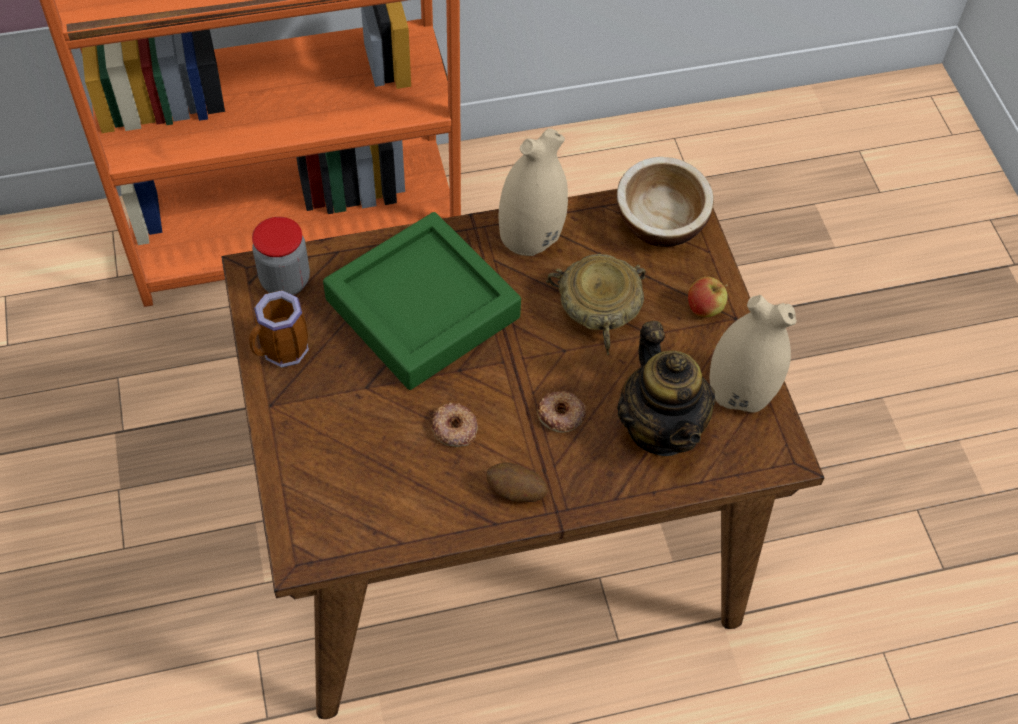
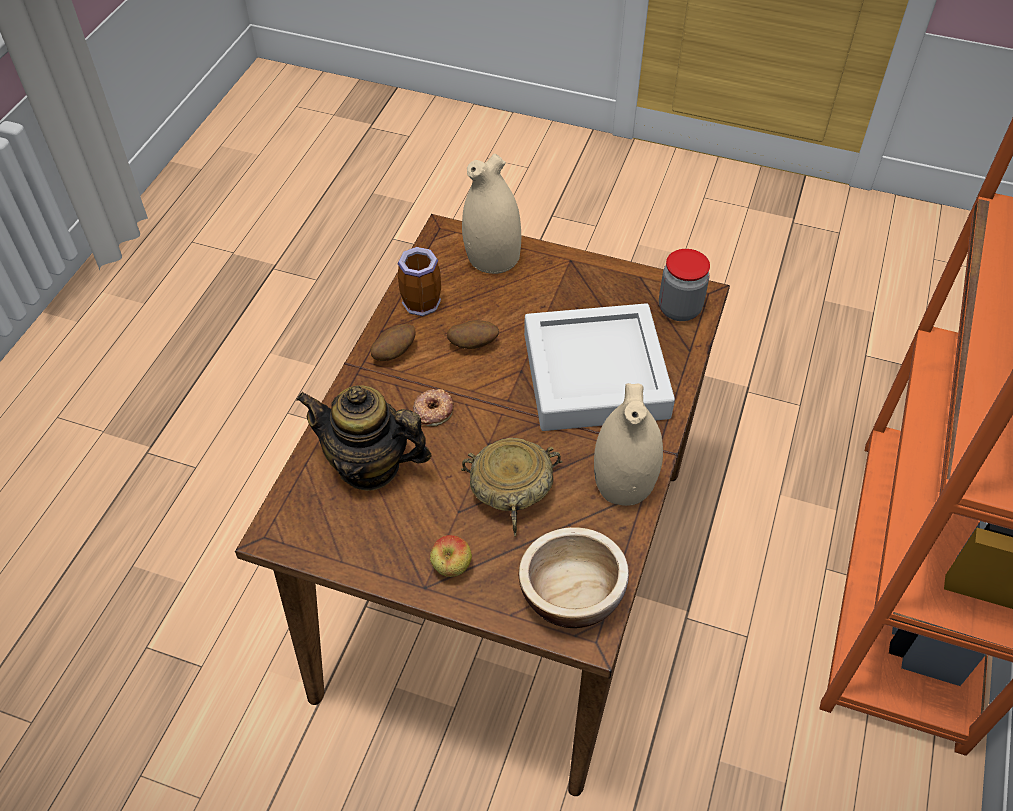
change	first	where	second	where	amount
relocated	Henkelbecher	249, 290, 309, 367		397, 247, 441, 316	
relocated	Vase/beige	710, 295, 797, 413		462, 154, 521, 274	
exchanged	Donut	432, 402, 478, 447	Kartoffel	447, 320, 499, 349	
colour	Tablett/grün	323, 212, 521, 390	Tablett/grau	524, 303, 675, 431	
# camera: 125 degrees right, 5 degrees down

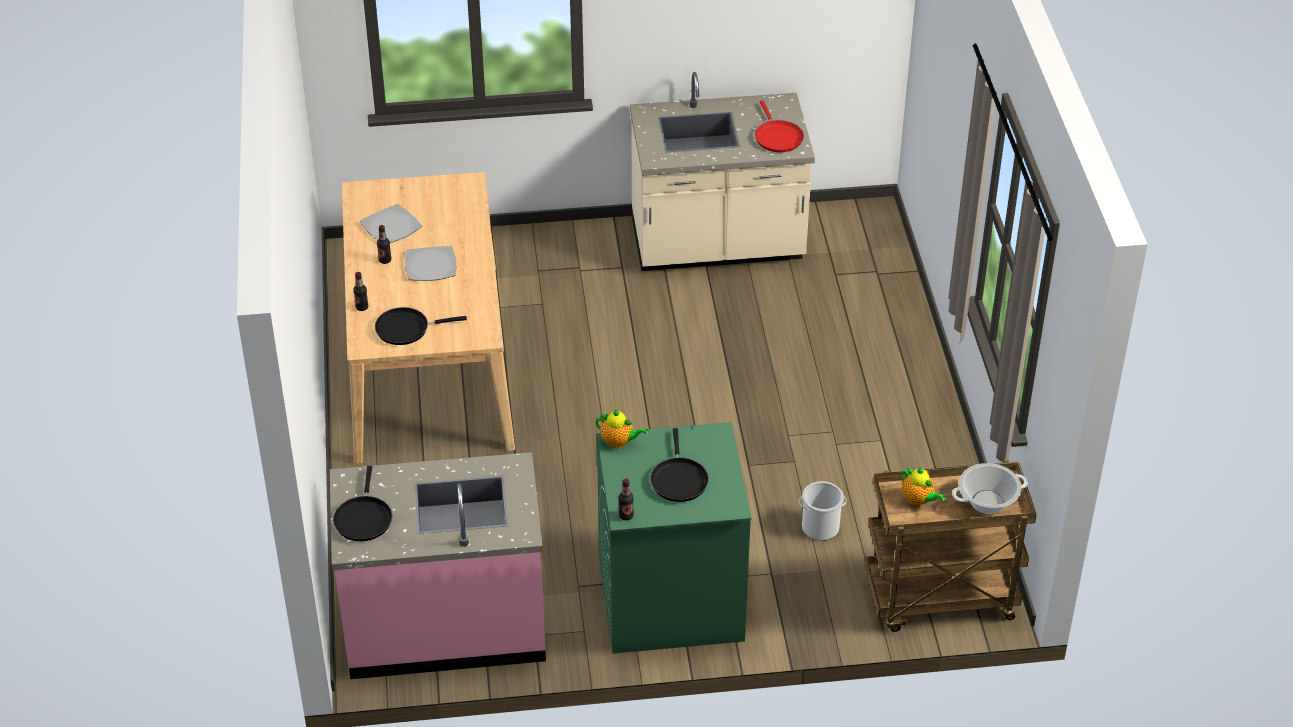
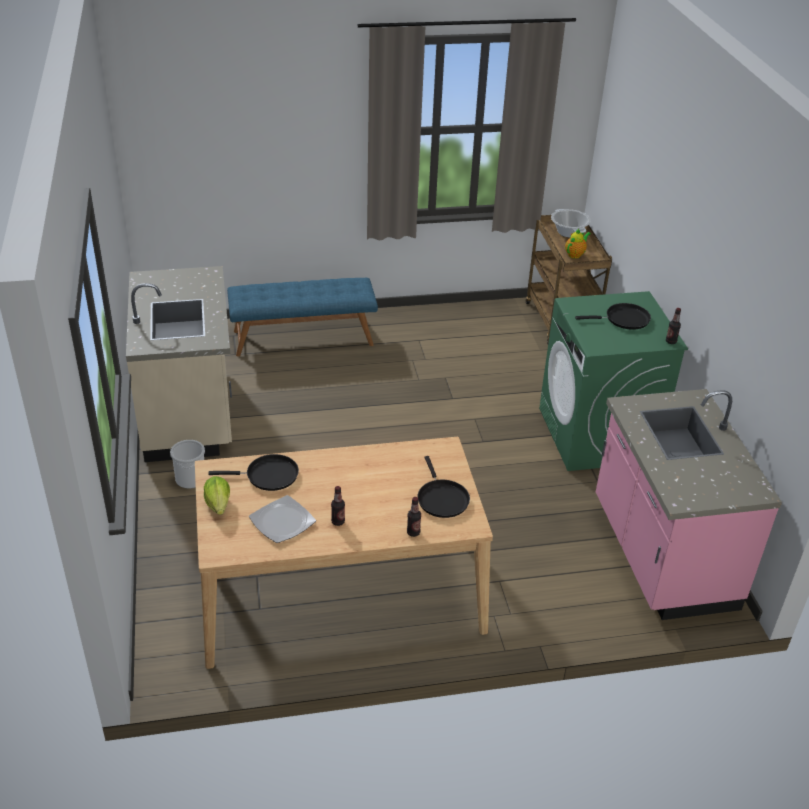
change	first	where	second	where	amount
missing	Teller	405, 246, 456, 281			
missing	Teekanne	595, 409, 648, 448			
missing	Pfanne/rot	755, 100, 804, 152			
appeared			Salatkopf	204, 476, 230, 515	
appeared			Bank/blau	227, 278, 378, 357	
relocated	Pfanne/schwarz	333, 466, 392, 541		208, 454, 299, 491	
relocated	Eimer	799, 481, 846, 541		170, 440, 205, 489	
# camera: 95 degrees left, 5 degrees down

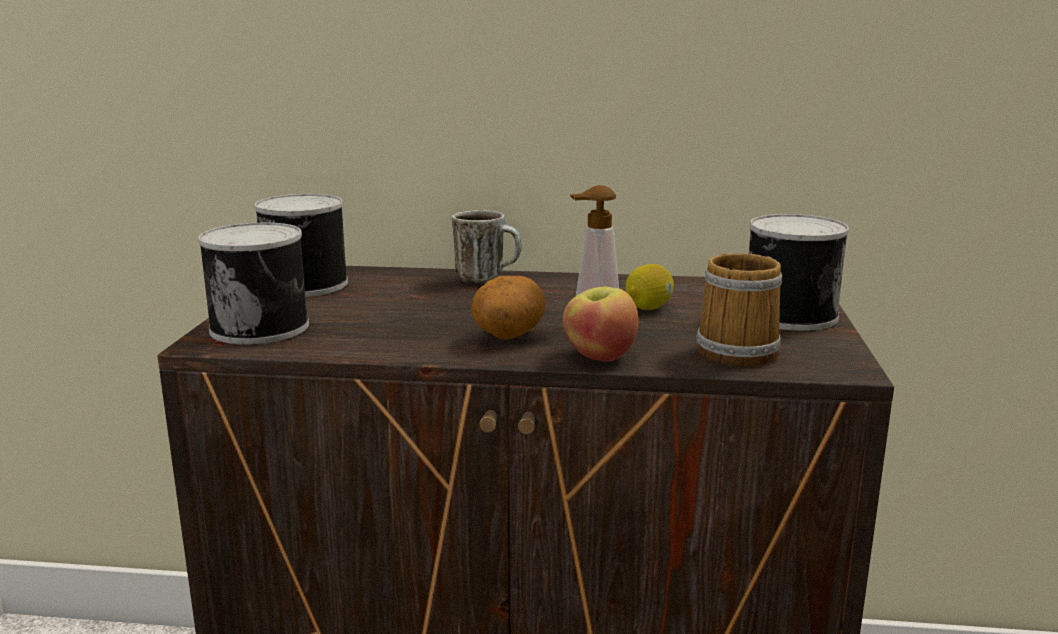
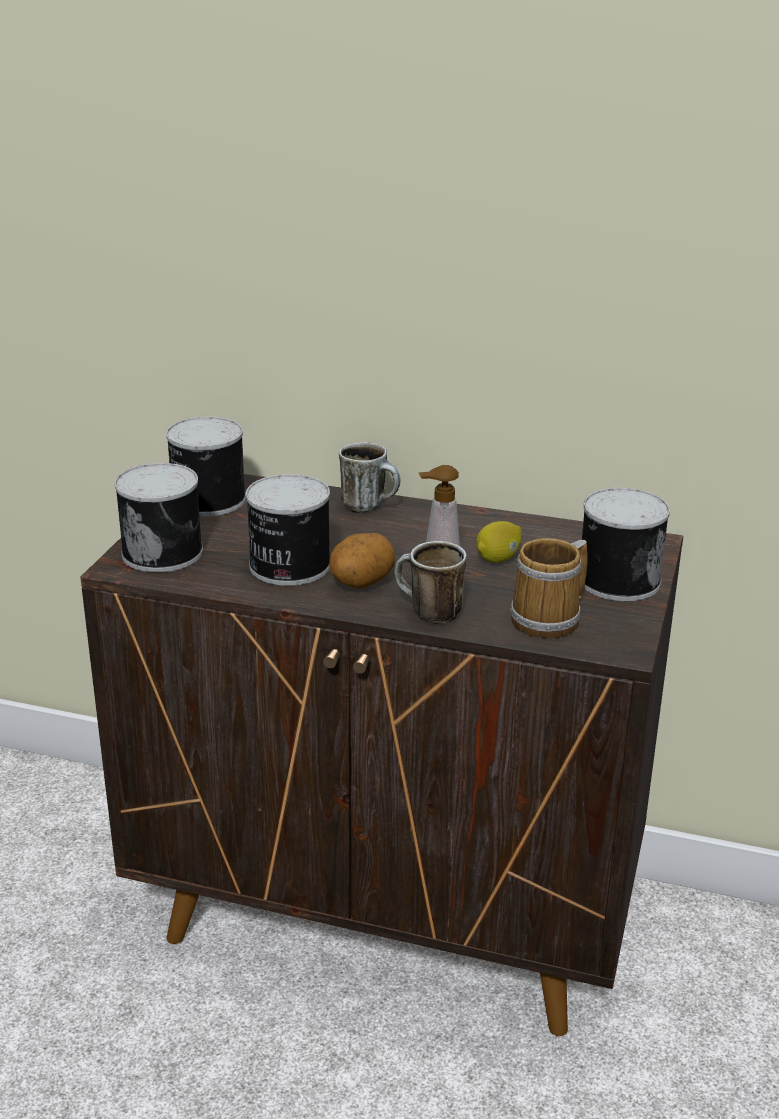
change	first	where	second	where	amount
appeared			Dose	246, 474, 330, 586	
exchanged	Apfel	563, 286, 639, 362	Henkelbecher	394, 541, 467, 624	
# camera: 10 degrees right, 10 degrees up

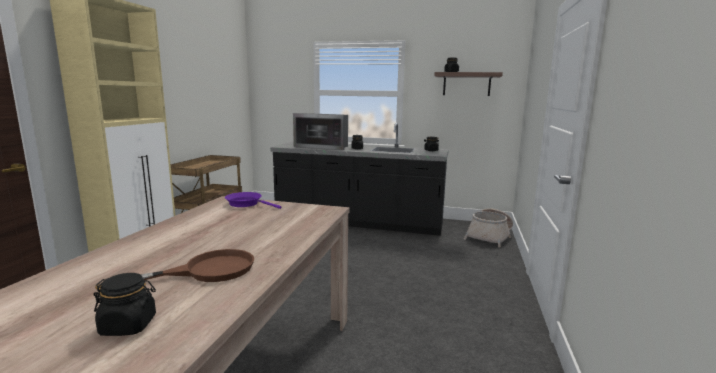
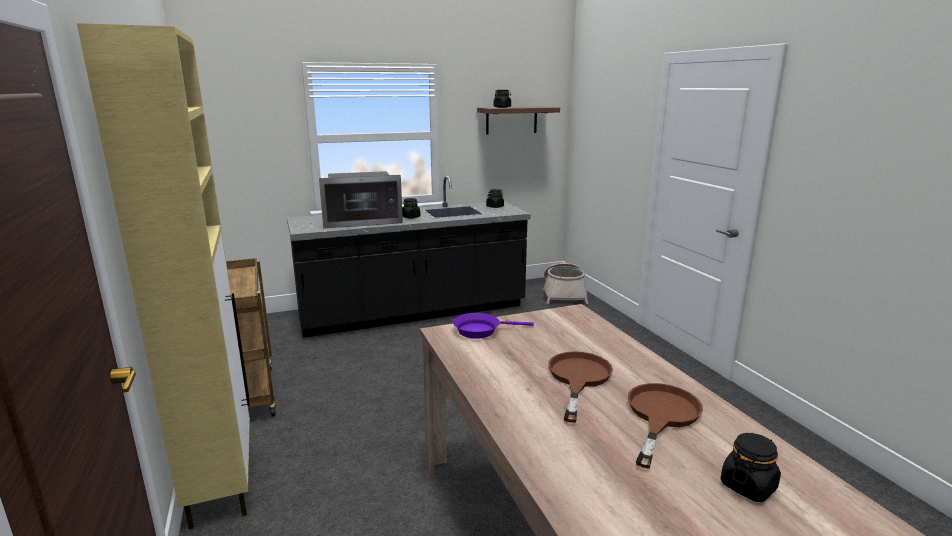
change	first	where	second	where	amount
appeared			Pfanne/braun	548, 351, 613, 423	
# camera: 35 degrees left, 5 degrees up

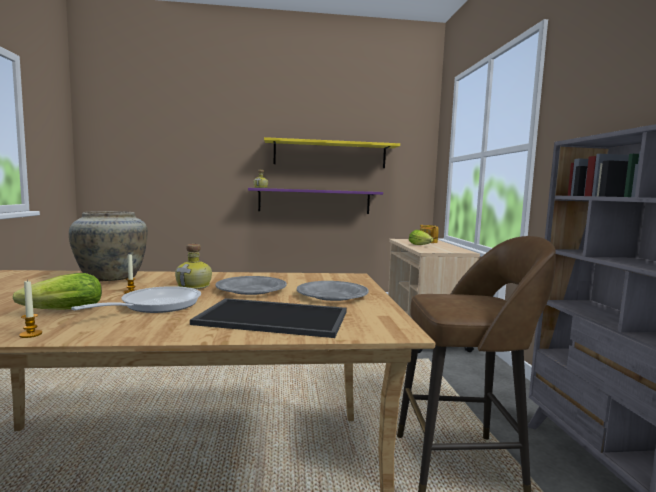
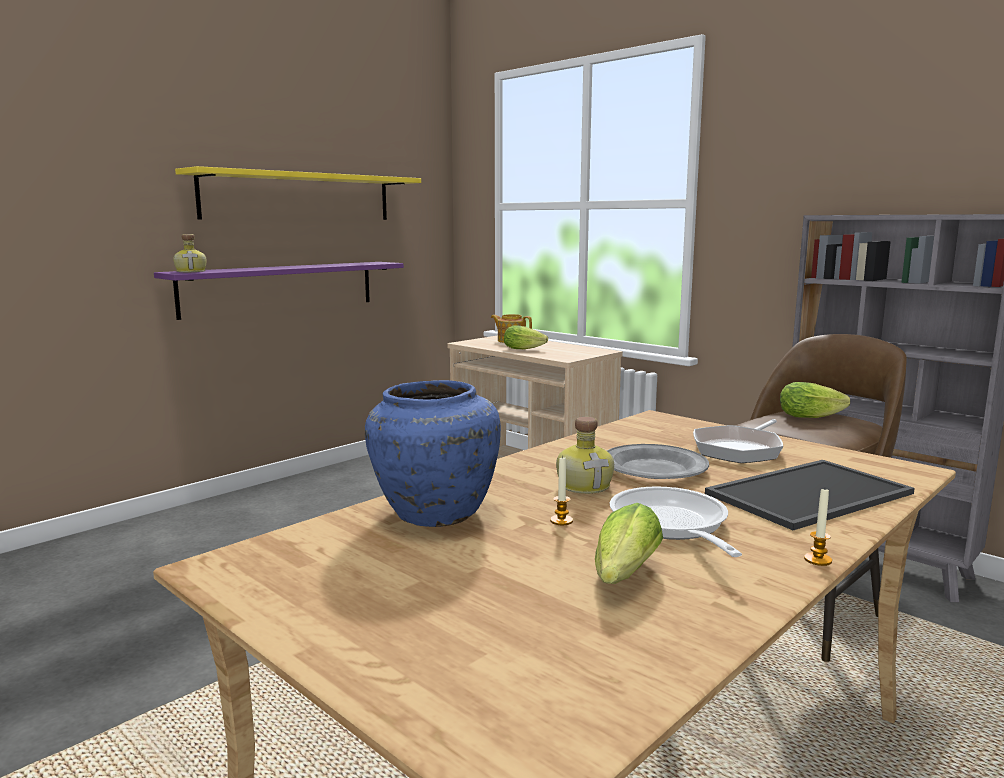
change	first	where	second	where	amount
appeared			Salatkopf	780, 382, 850, 418	
relocated	Kerze	19, 280, 42, 338		804, 489, 832, 566	
exchanged	Teller/grau	297, 281, 369, 301	Pfanne	693, 419, 783, 463	
colour	Vase/beige	69, 211, 148, 282	Vase/blau	365, 380, 501, 527	
# camera: 40 degrees left, 5 degrees up

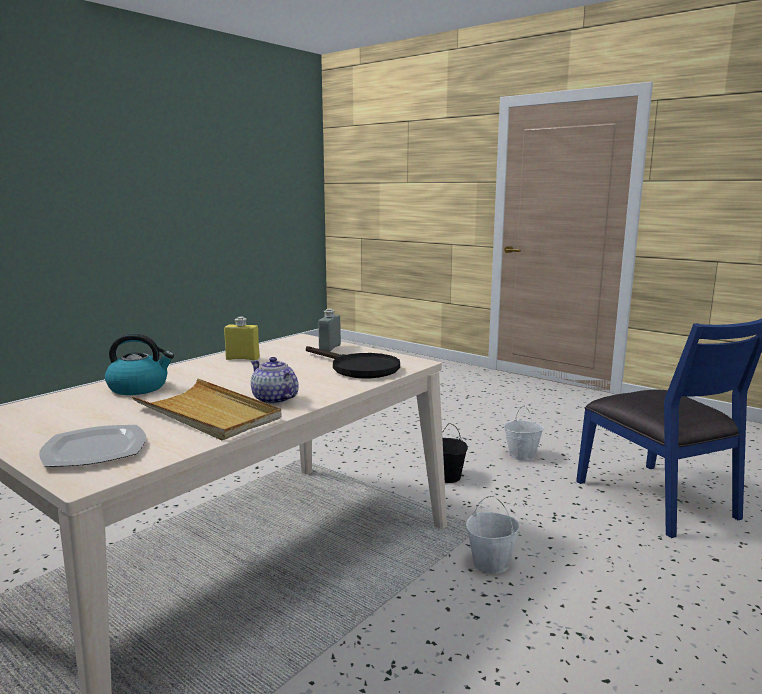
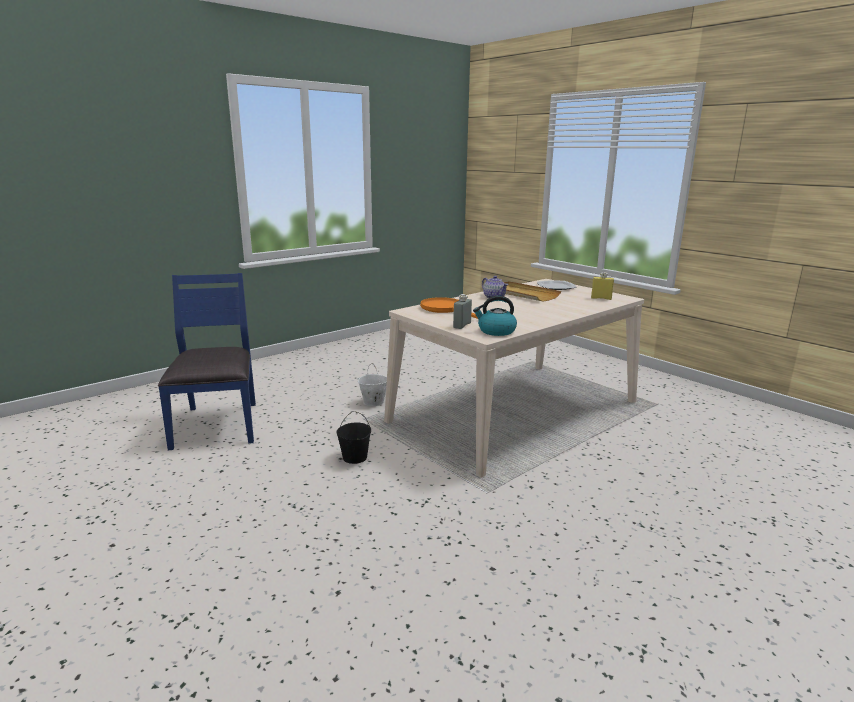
change	first	where	second	where	amount
missing	Eimer/weiß	504, 406, 544, 461			
relocated	Wasserkessel	105, 334, 174, 395		473, 296, 517, 336	
relocated	Flasche/gelb	224, 317, 260, 360		591, 272, 614, 300	
colour	Pfanne/schwarz	306, 346, 400, 378	Pfanne/orange	420, 297, 478, 319	
# camera: 170 degrees left, 5 degrees up

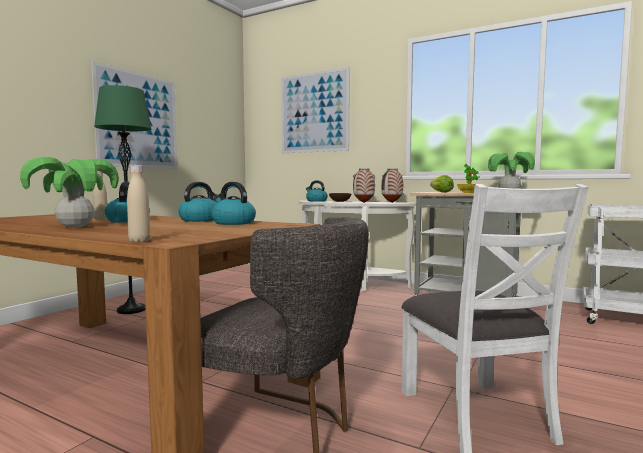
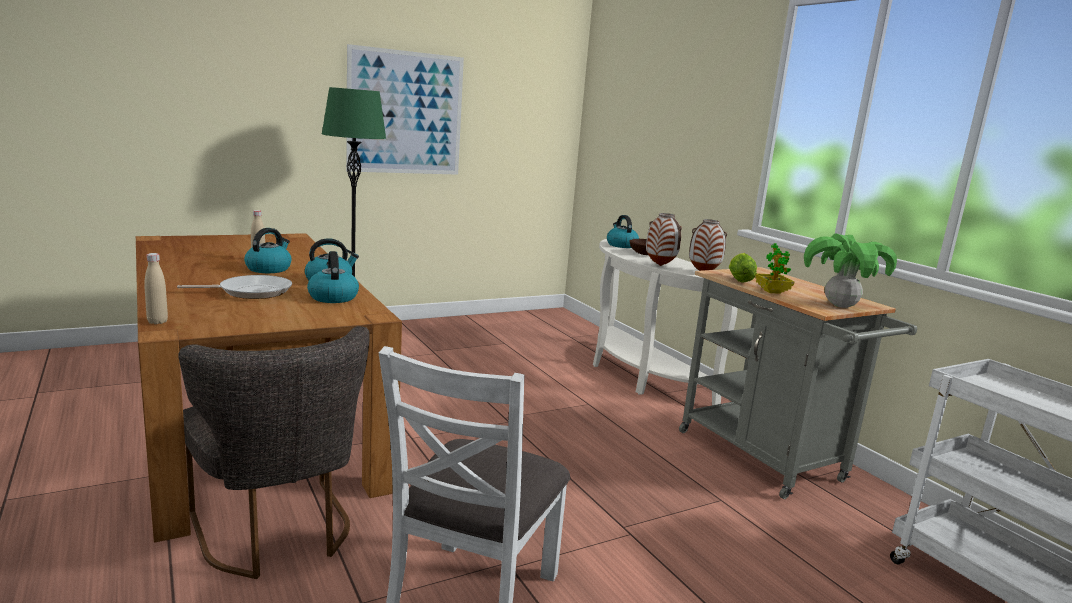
change	first	where	second	where	amount
missing	Topfpflanze	20, 157, 119, 228			
missing	Bild	281, 67, 350, 153			
appeared			Pfanne	177, 275, 292, 299	
# camera: 30 degrees right, 10 degrees up

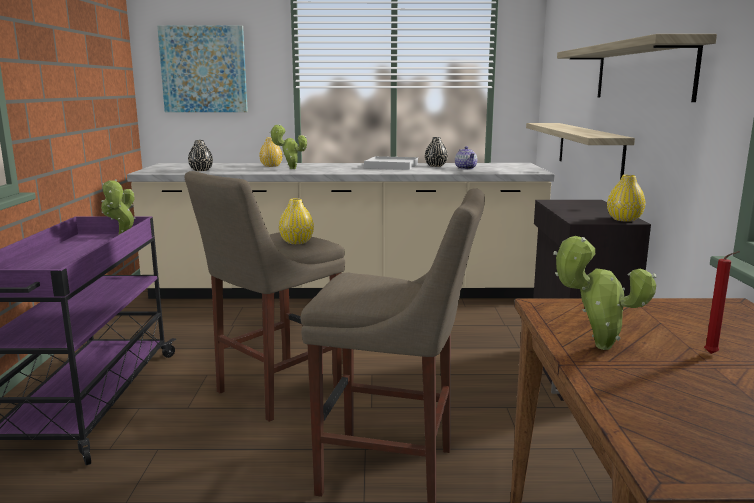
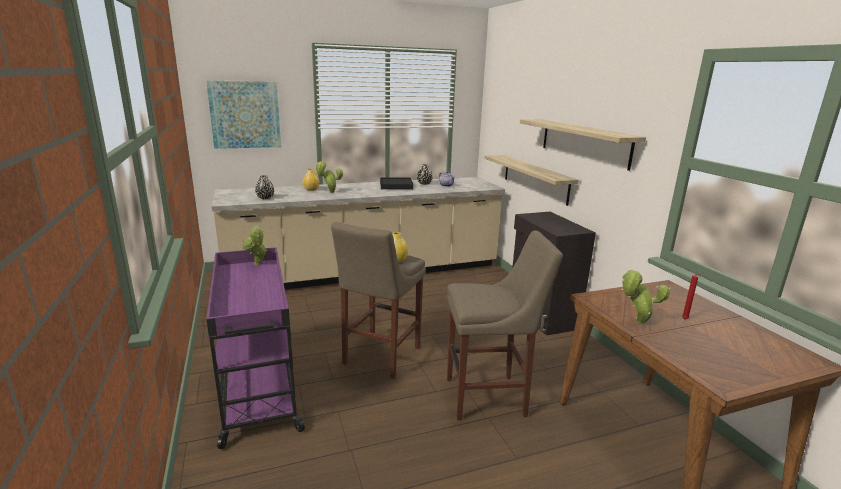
change	first	where	second	where	amount
missing	Vase/gelb	607, 175, 645, 222			
colour	Tablett/weiß	364, 156, 418, 170	Tablett/schwarz	380, 177, 413, 189	
# camera: 20 degrees left, 5 degrees up

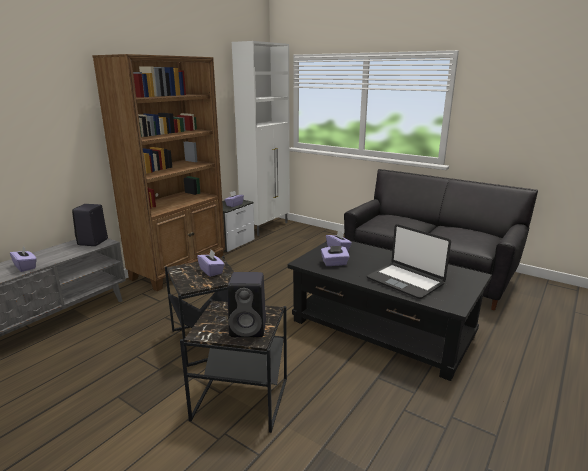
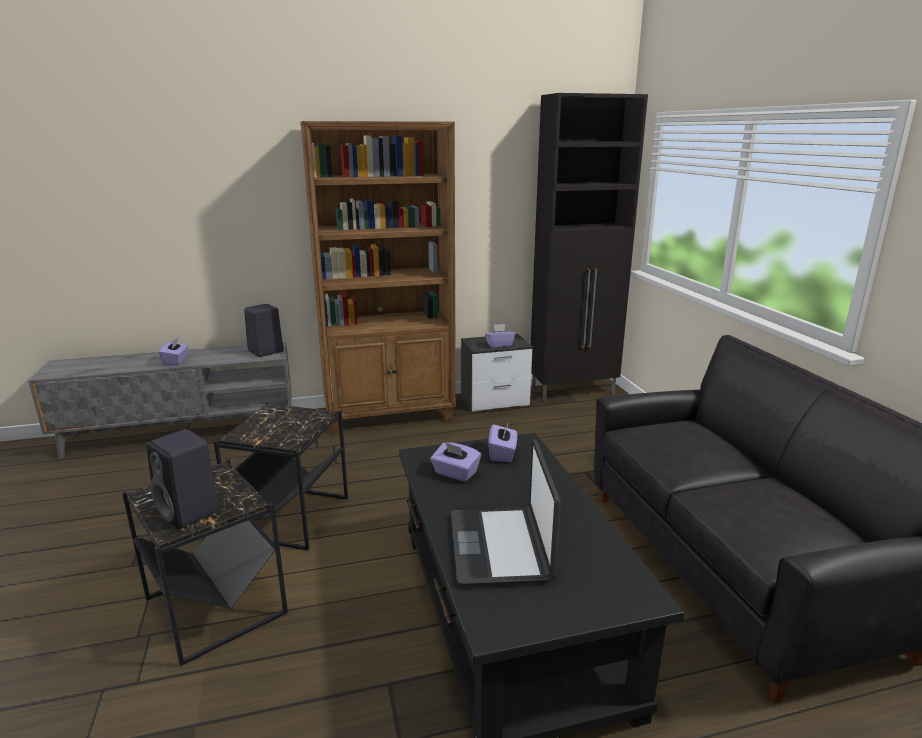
change	first	where	second	where	amount
missing	Taschentuchbox/lila	197, 250, 225, 277			
colour	Schrank/weiß	232, 41, 290, 236	Schrank/schwarz	531, 93, 648, 402	
# camera: 40 degrees right, 0 degrees up

